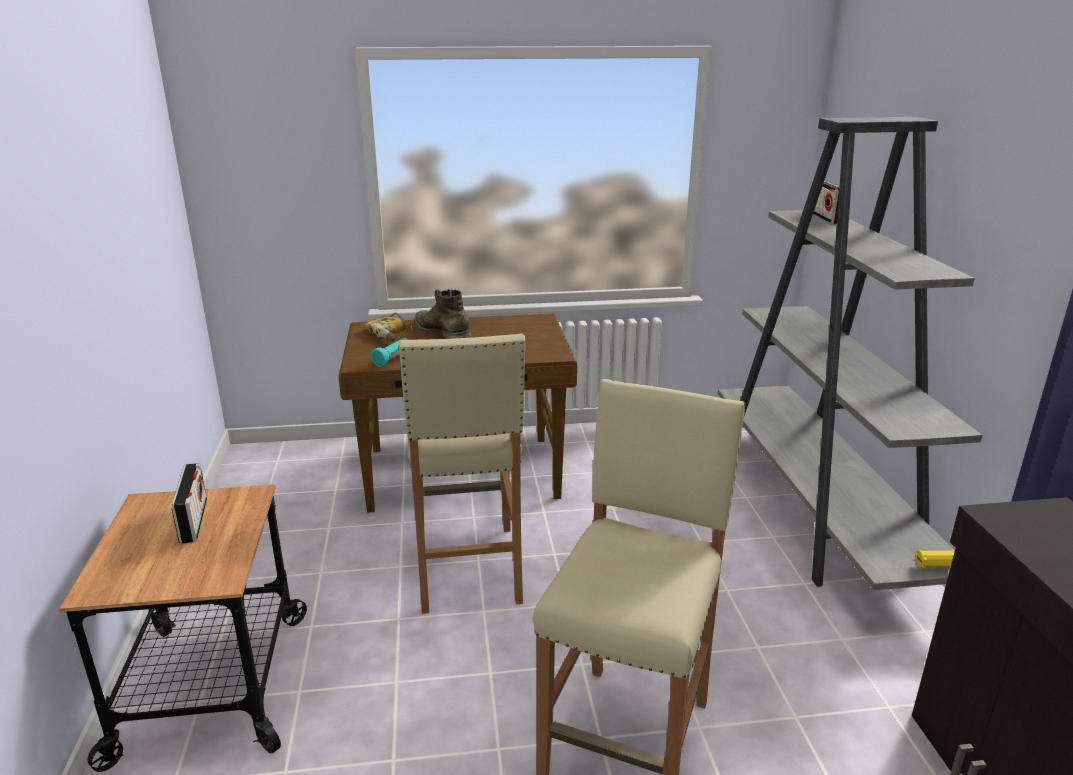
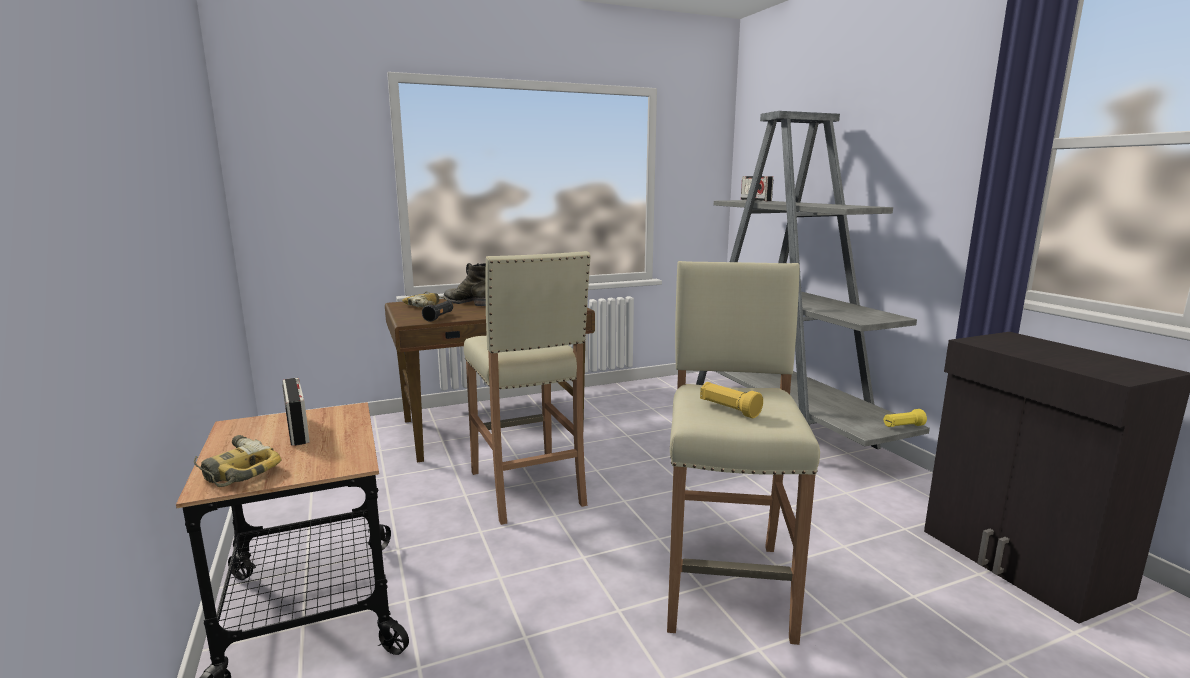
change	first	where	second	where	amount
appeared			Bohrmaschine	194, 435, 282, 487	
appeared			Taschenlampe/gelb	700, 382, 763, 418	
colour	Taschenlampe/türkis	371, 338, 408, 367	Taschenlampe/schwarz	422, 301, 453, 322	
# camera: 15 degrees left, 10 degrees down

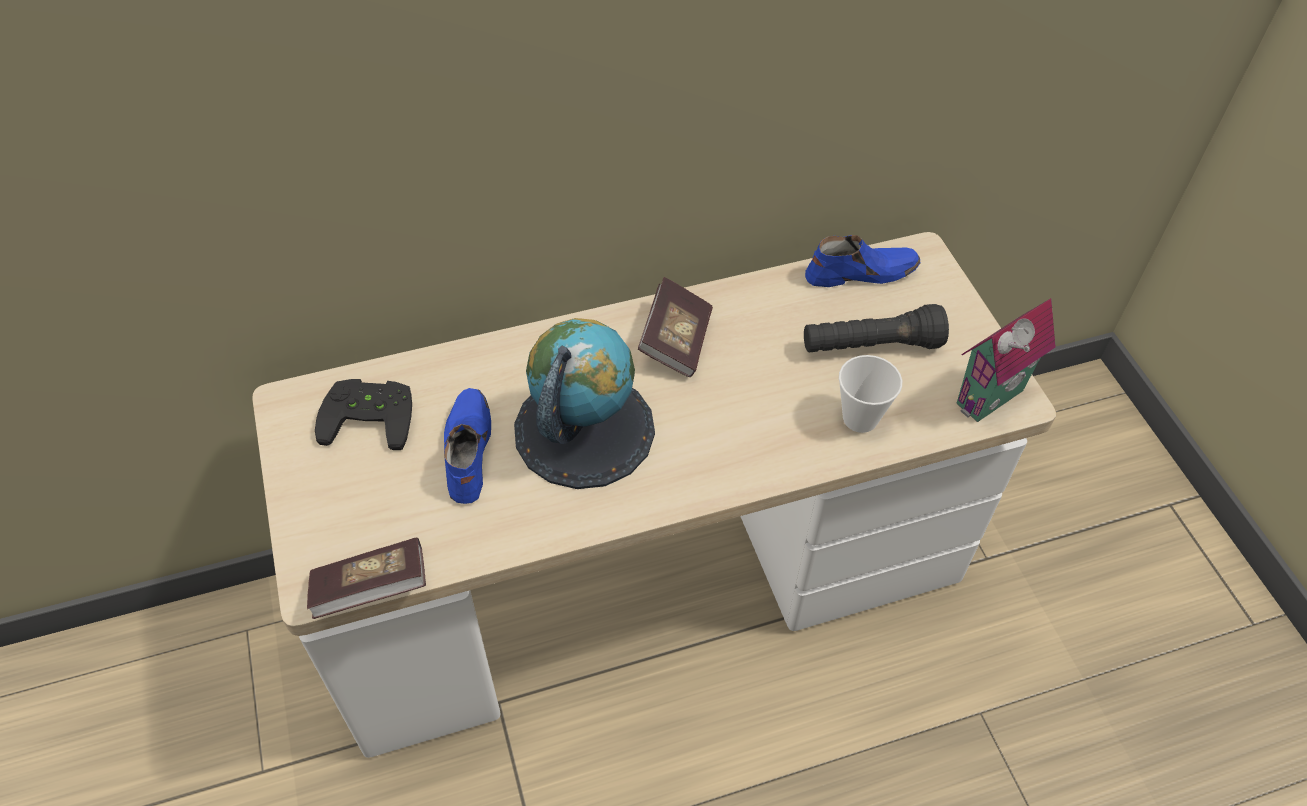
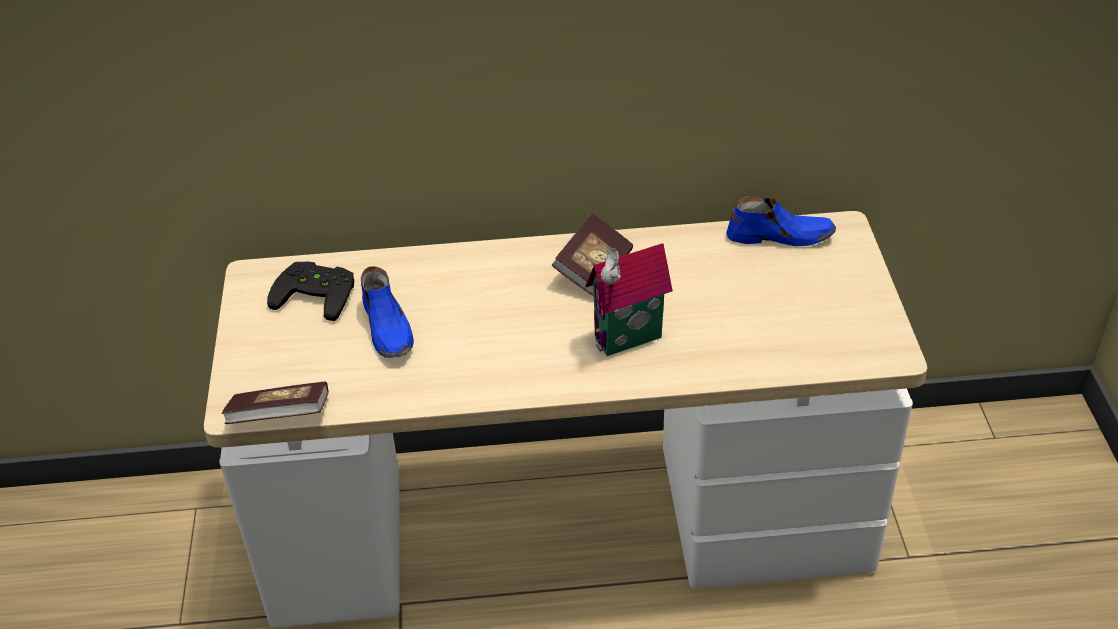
change	first	where	second	where	amount
missing	Globus	514, 318, 655, 489			
missing	Taschenlampe/schwarz	804, 304, 949, 352			
missing	Tasse	839, 355, 902, 433			
relocated	Spielzeughaus	956, 298, 1055, 422		585, 243, 673, 356	
spun	Schuh/blau	444, 388, 491, 504		361, 266, 414, 358	150 degrees clockwise
# camera: 15 degrees right, 10 degrees down

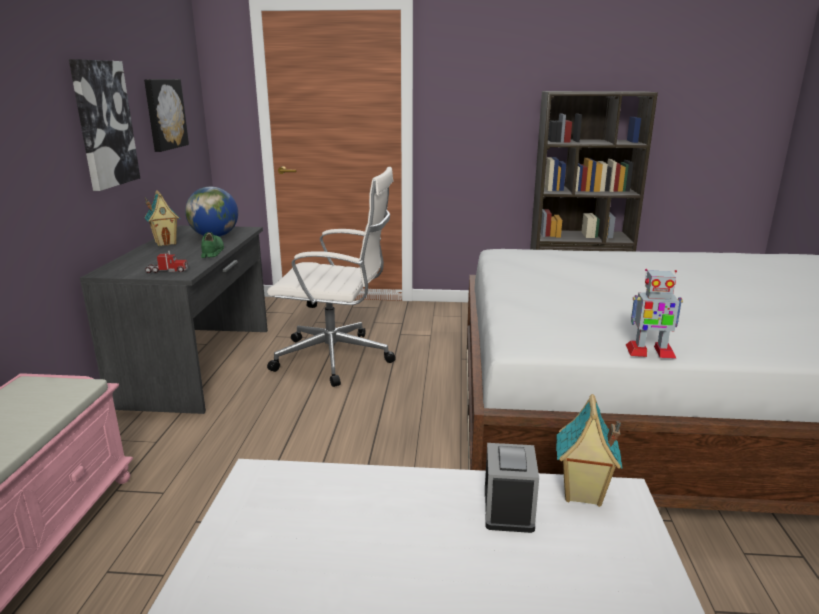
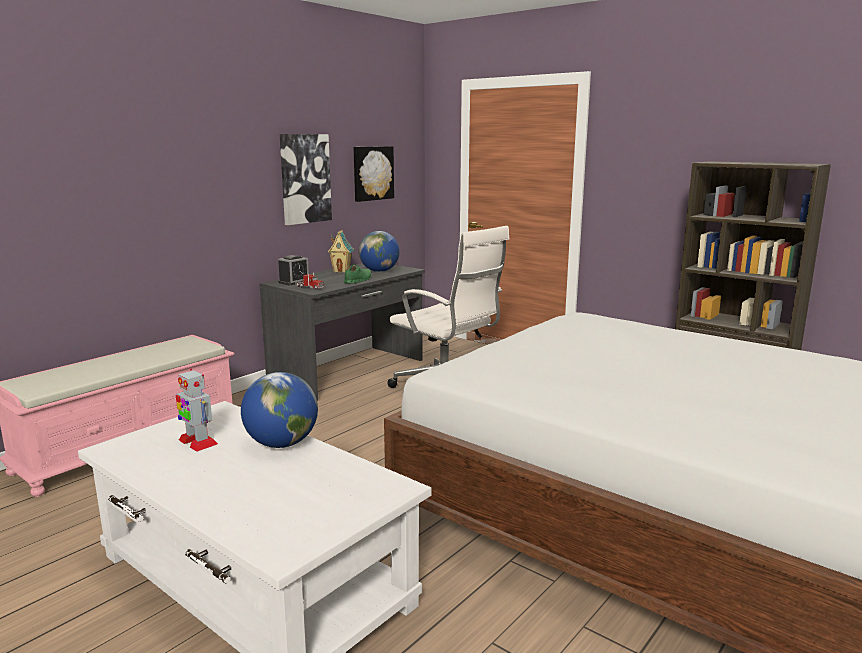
change	first	where	second	where	amount
missing	Spielzeughaus	556, 394, 623, 507			
appeared			Globus	241, 372, 318, 448	
relocated	Wecker	485, 443, 539, 533		278, 255, 309, 285	
relocated	Spielzeugroboter	626, 269, 683, 359		176, 369, 218, 452	
# camera: 35 degrees right, 5 degrees down

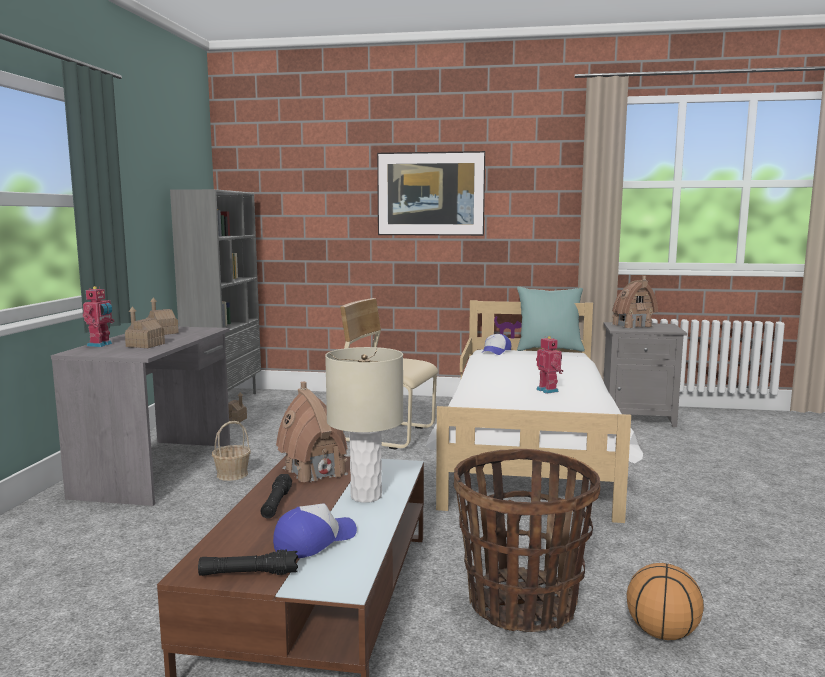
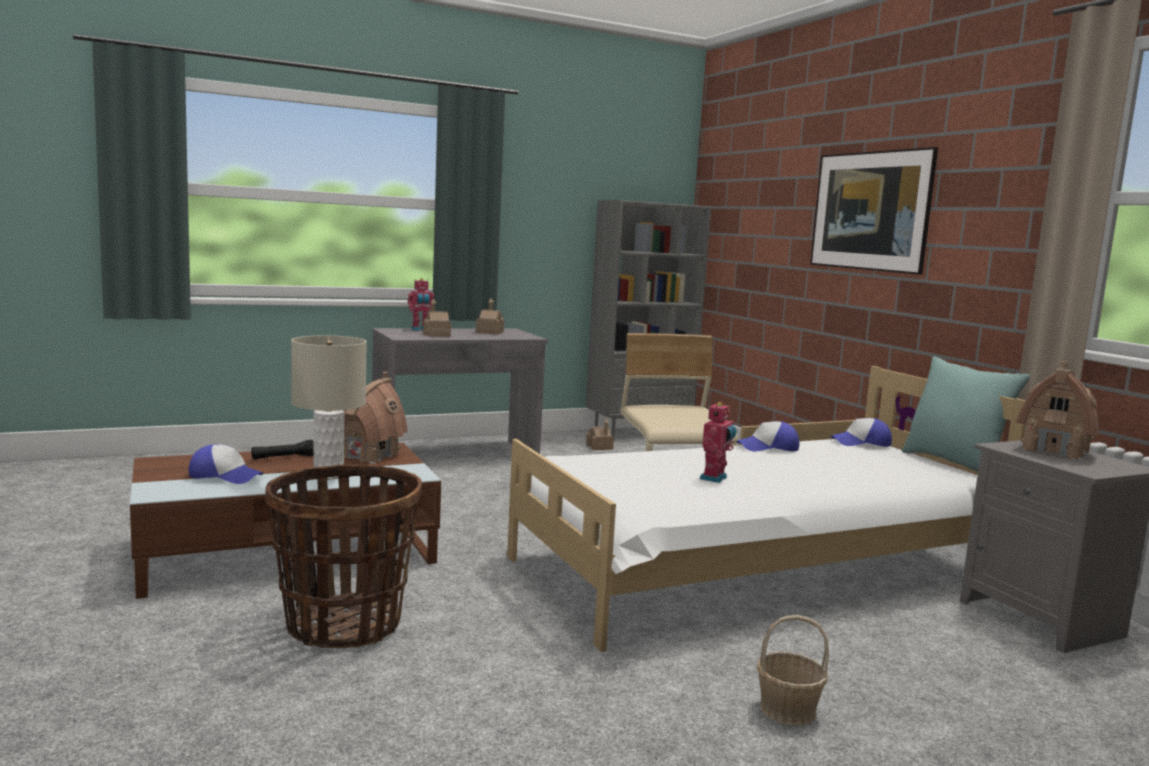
change	first	where	second	where	amount
missing	Taschenlampe/schwarz	198, 550, 298, 576			
missing	Basketball	627, 563, 704, 640			
appeared			Kappe	737, 421, 800, 452	
relocated	Korb	212, 421, 251, 481		757, 615, 829, 726	
# camera: 55 degrees right, 0 degrees up

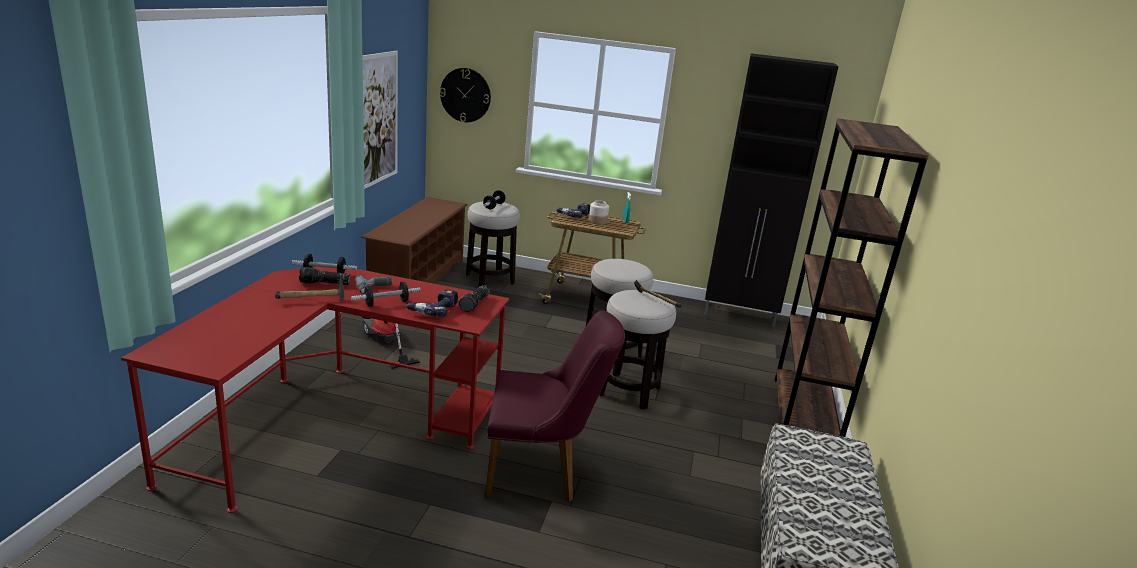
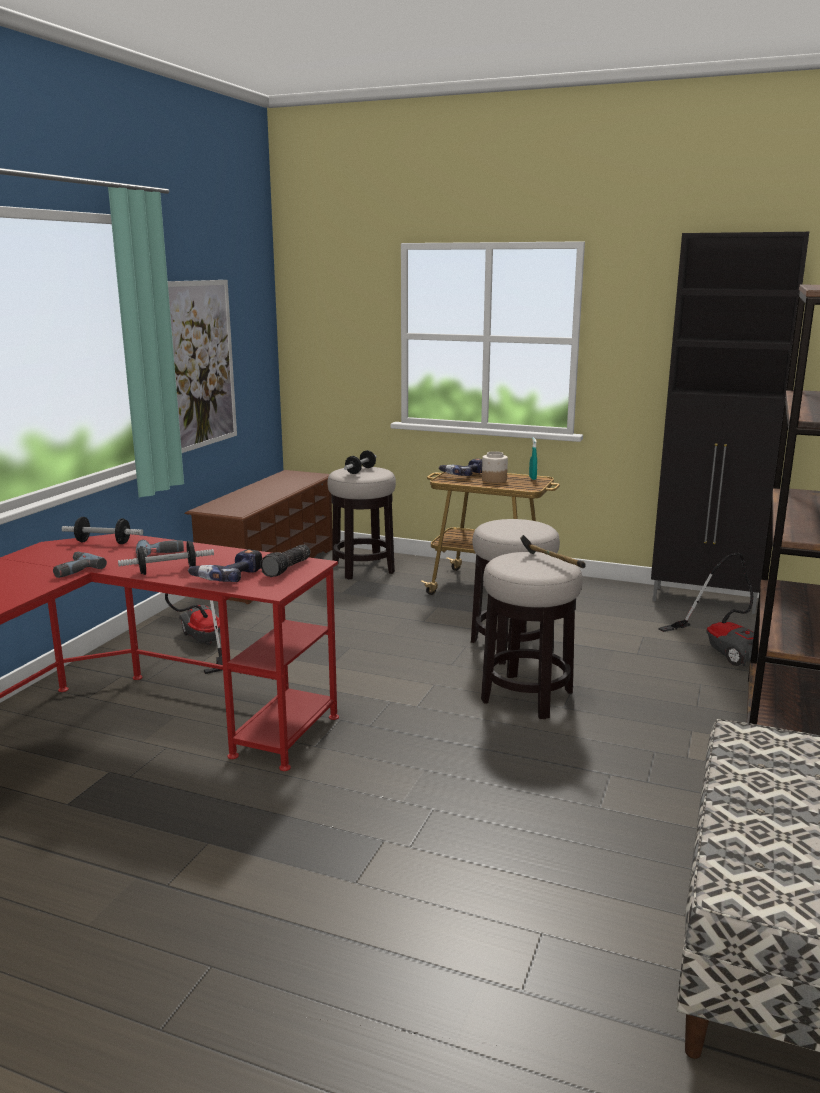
change	first	where	second	where	amount
missing	Taschenlampe	299, 267, 350, 285			
missing	Wanduhr	440, 68, 491, 122			
missing	Stuhl/lila	485, 310, 625, 502			
appeared			Staubsauger	658, 553, 758, 666	
exchanged	Hammer	275, 279, 344, 301	Bohrmaschine	53, 551, 107, 578	
# camera: 10 degrees right, 5 degrees down

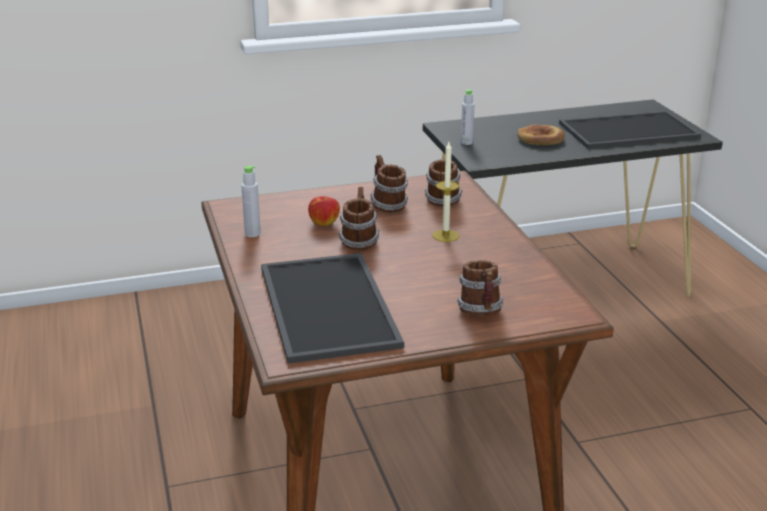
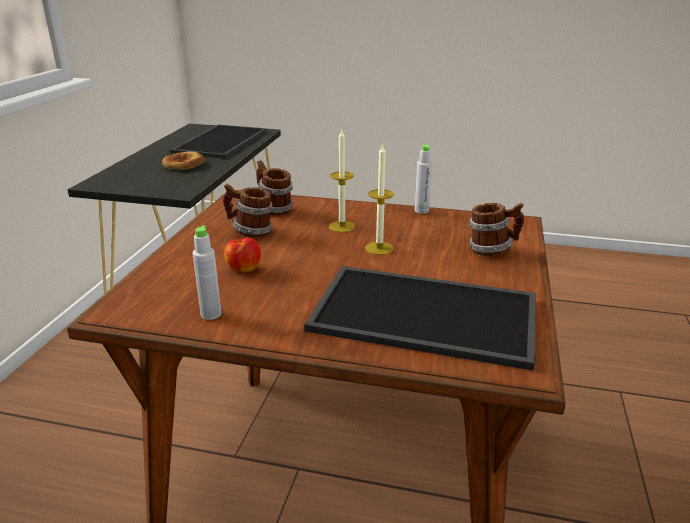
change	first	where	second	where	amount
missing	Henkelbecher	339, 187, 379, 250			
appeared			Kerze	365, 143, 394, 255	
relocated	Flasche/grau	461, 89, 474, 145		414, 145, 432, 214	
# camera: 60 degrees left, 0 degrees up

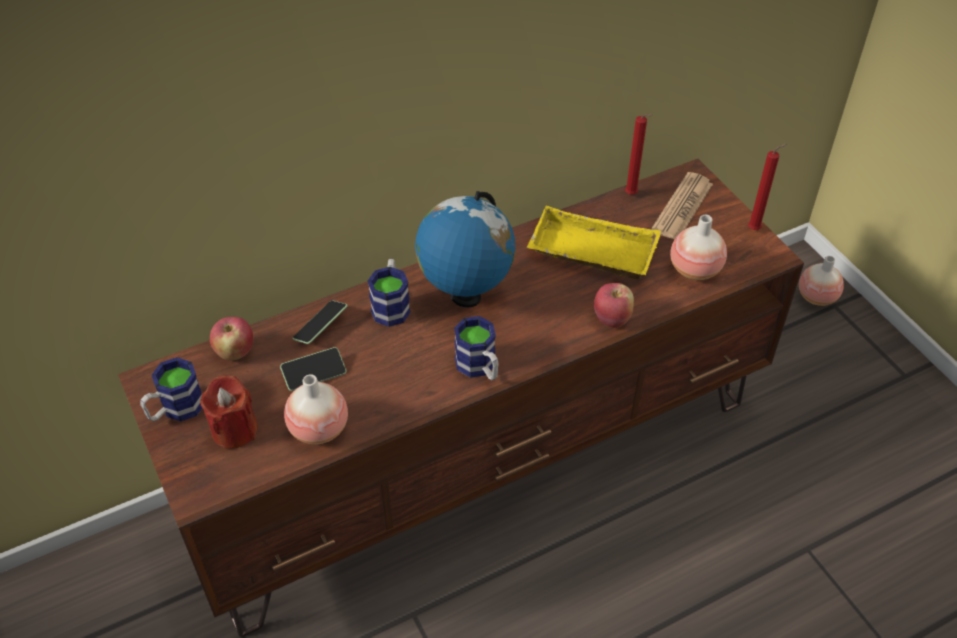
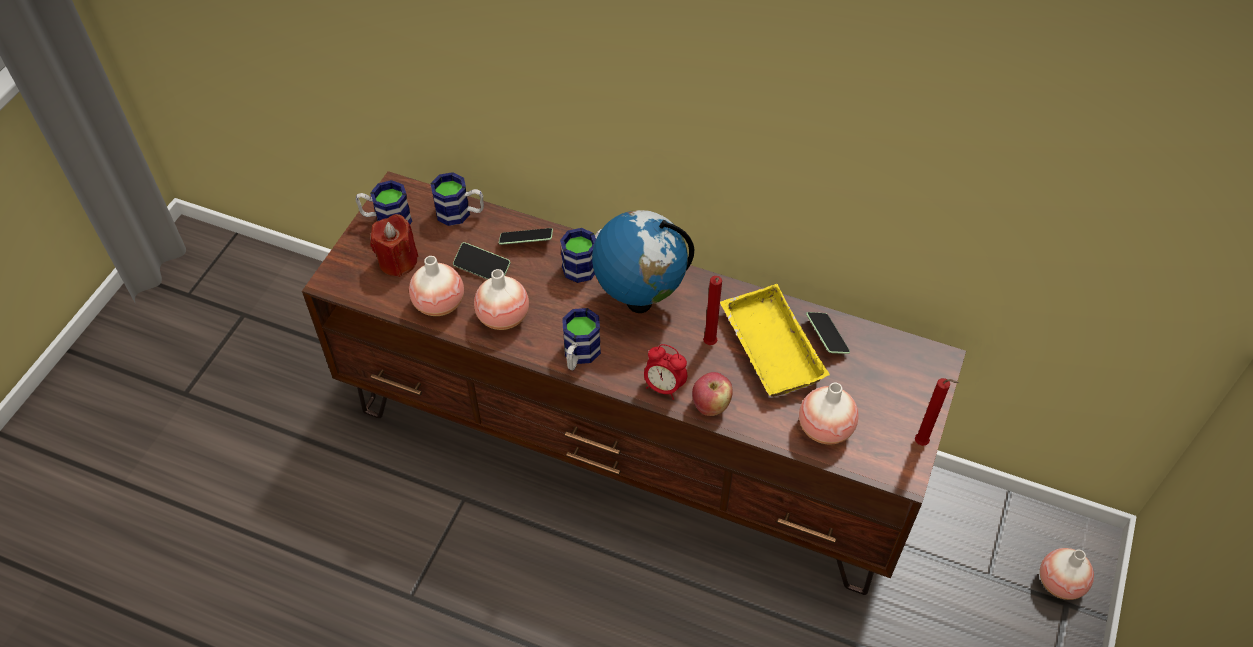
change	first	where	second	where	amount
missing	Zeitung	651, 172, 713, 239			
appeared			Vase	474, 269, 529, 330	
appeared			Wecker	644, 344, 687, 400	
appeared			Handy	806, 312, 850, 354	
relocated	Kerze/rot	625, 114, 652, 195		703, 276, 722, 345	
exchanged	Apfel	210, 317, 253, 360	Henkelbecher	430, 172, 484, 226	
# camera: 50 degrees right, 5 degrees up

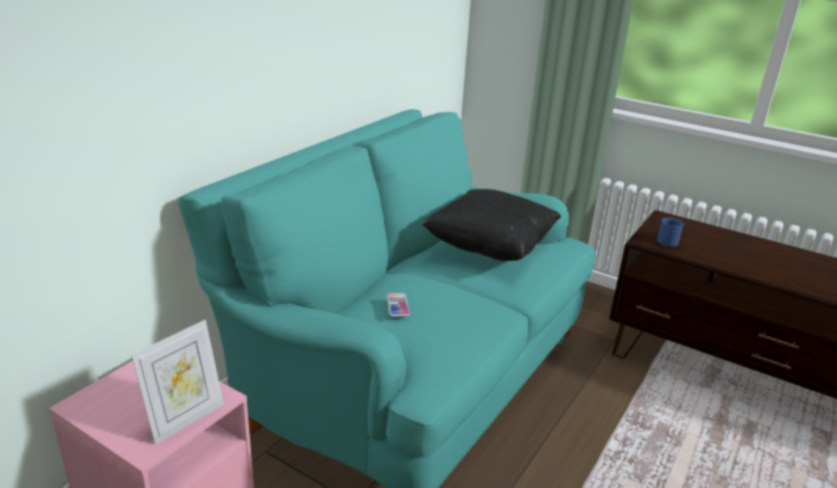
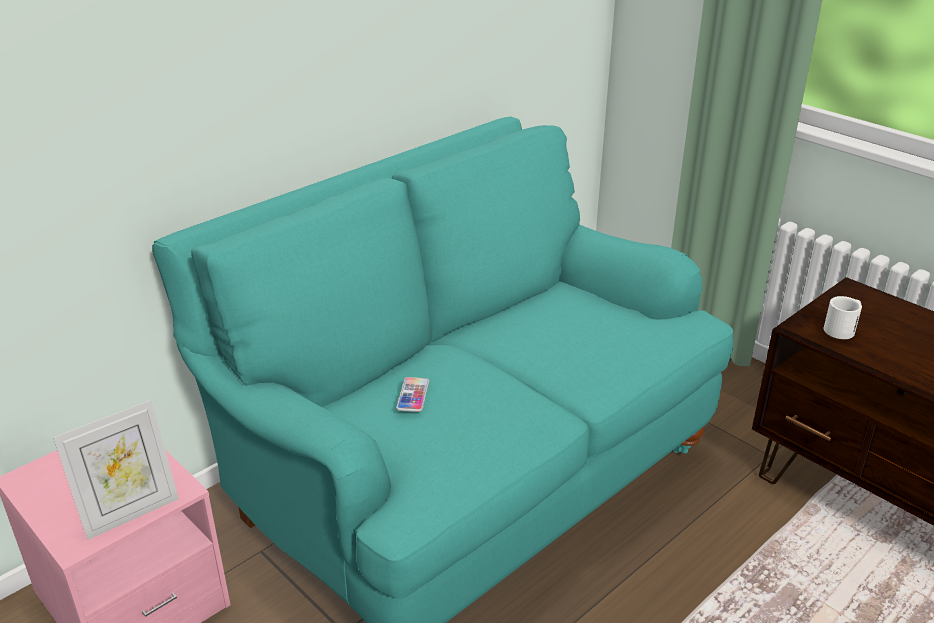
change	first	where	second	where	amount
missing	Kissen/schwarz	422, 189, 561, 261			
colour	Henkelbecher/blau	657, 218, 683, 247	Henkelbecher/weiß	824, 296, 862, 339	
# camera: 15 degrees right, 5 degrees up

